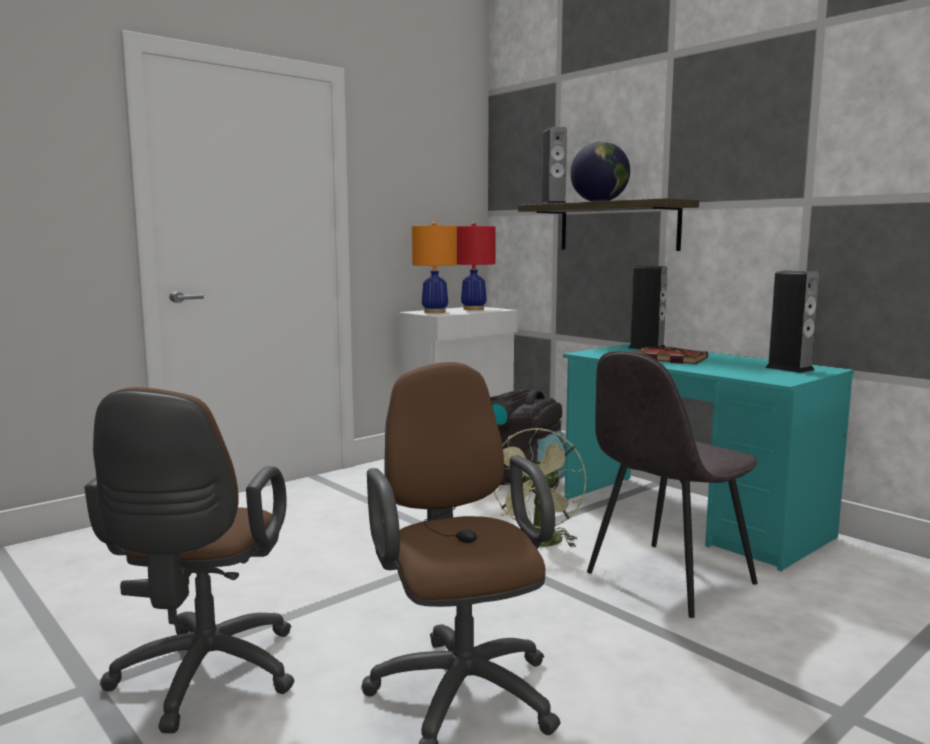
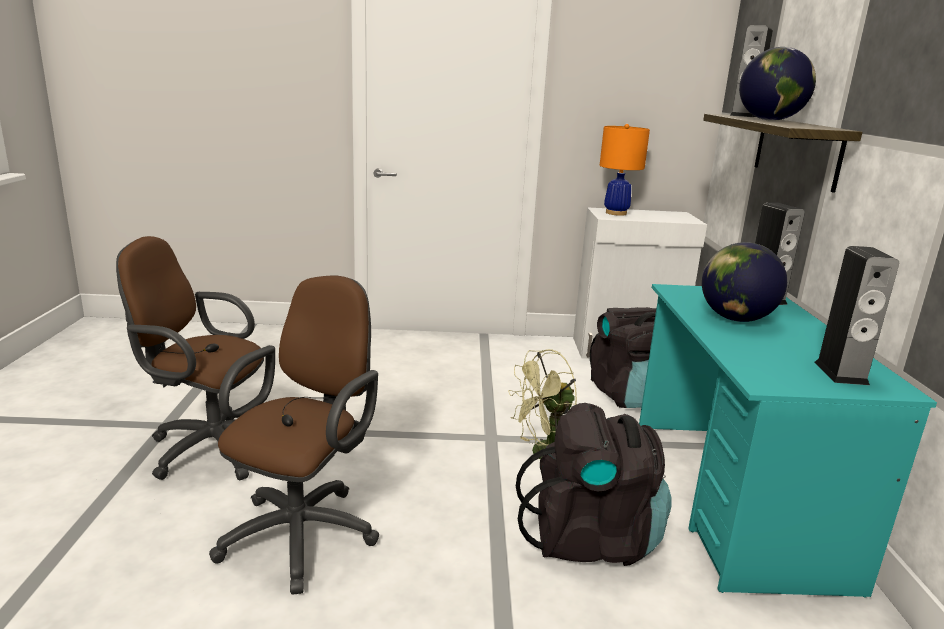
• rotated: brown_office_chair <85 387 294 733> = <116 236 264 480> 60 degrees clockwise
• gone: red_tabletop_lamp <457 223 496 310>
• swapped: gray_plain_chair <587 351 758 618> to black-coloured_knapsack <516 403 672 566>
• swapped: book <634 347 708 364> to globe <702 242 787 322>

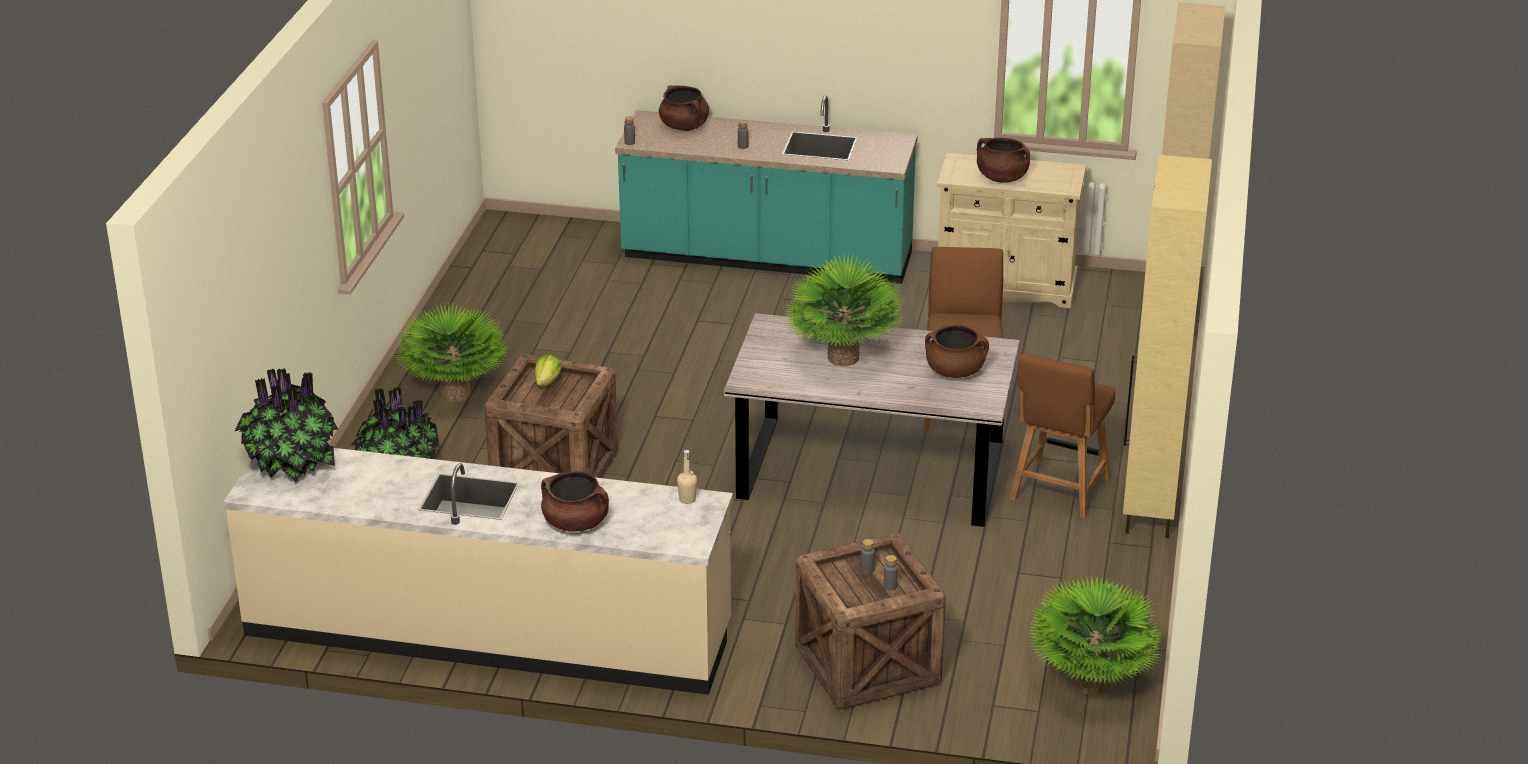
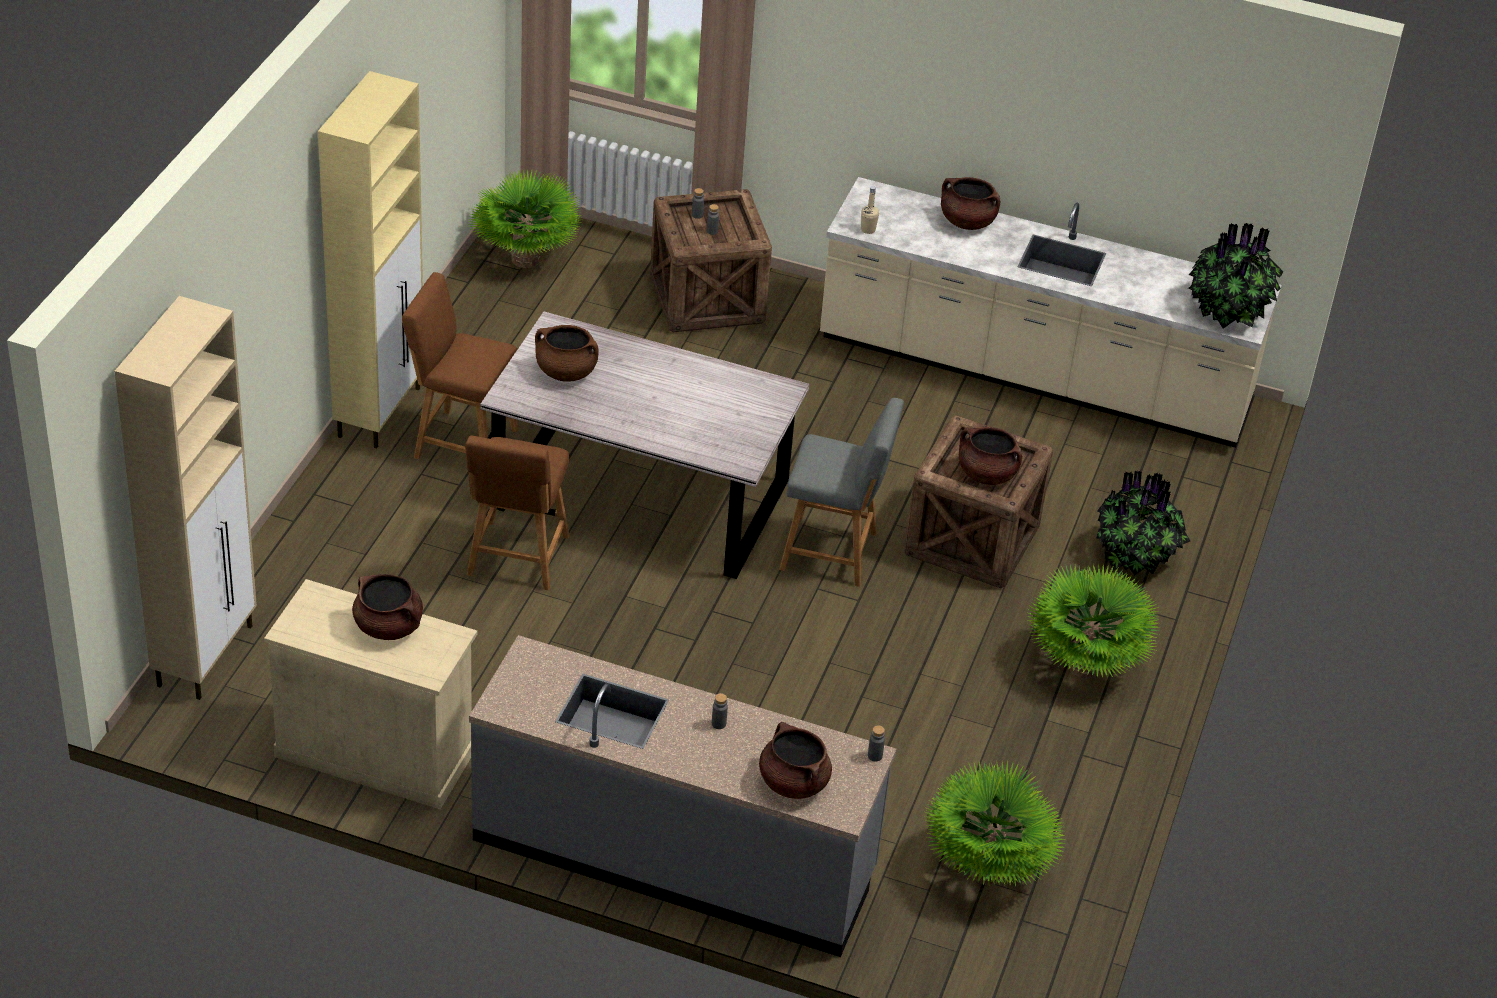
• swapped: head_of_lettuce <535 354 562 386> to brown_saucepot <959 427 1022 485>
• repainted: turquoise_kitchen_base_unit <615 95 918 284> to gray_kitchen_base_unit <469 635 896 957>
• shifted: plant_in_a_pot <783 253 906 367> to <925 760 1067 886>
• rotated: brown_plain_chair <1010 353 1115 518> = <402 272 519 459> 105 degrees counterclockwise
• new: gray_plain_chair <779 398 904 587>

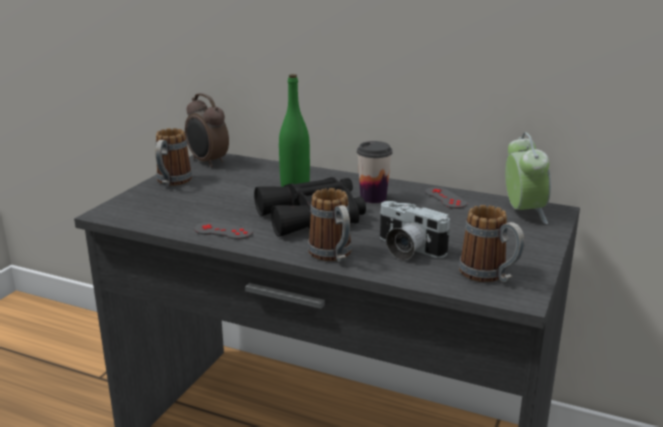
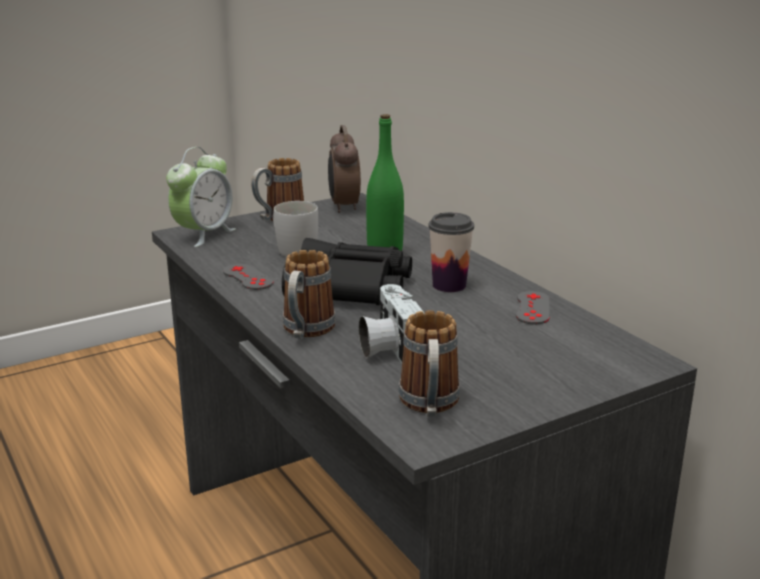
• shifted: bedside_clock <505 132 551 224> to <166 147 236 247>
• new: whitish_mug <273 201 318 257>

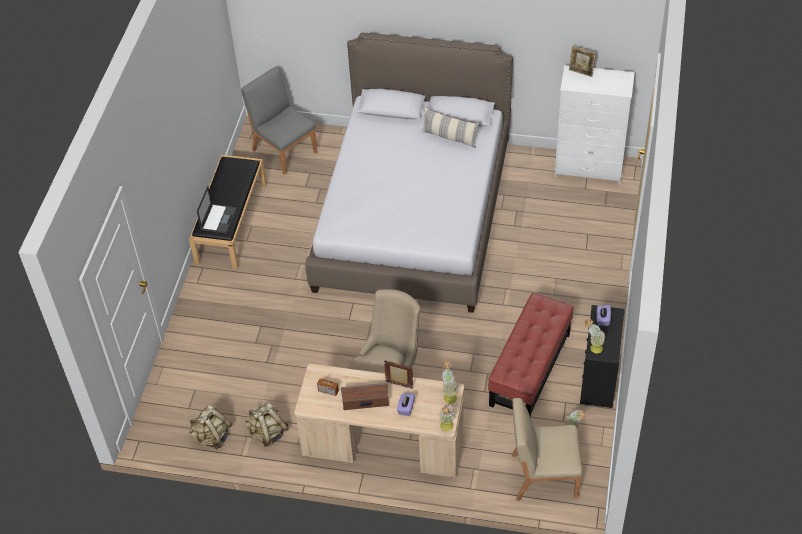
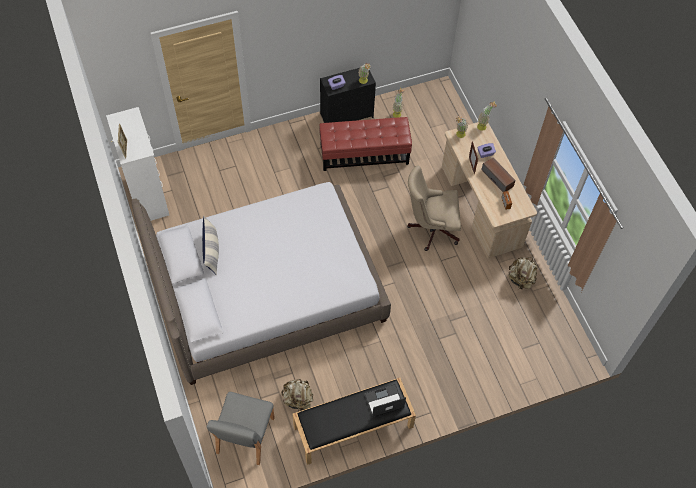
• shifted: sand-coloured_knapsack <189 405 232 450> to <281 379 313 412>
• gone: sand-coloured_plain_chair <512 398 583 501>

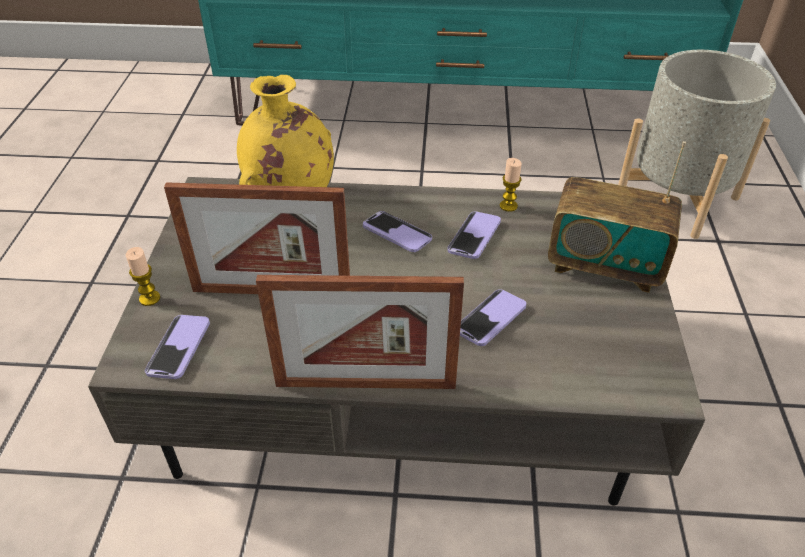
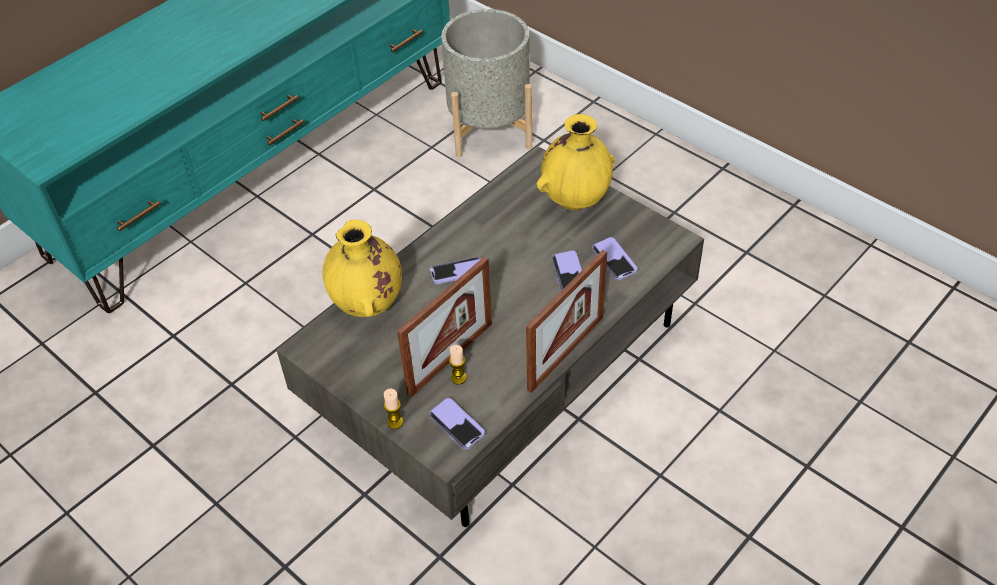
• shifted: telephone <448 211 501 259> to <592 237 638 281>
• shifted: wax_candle <500 158 522 212> to <449 345 467 385>
• swapped: radio_set <548 141 686 293> to yellowish_vase <537 114 615 210>

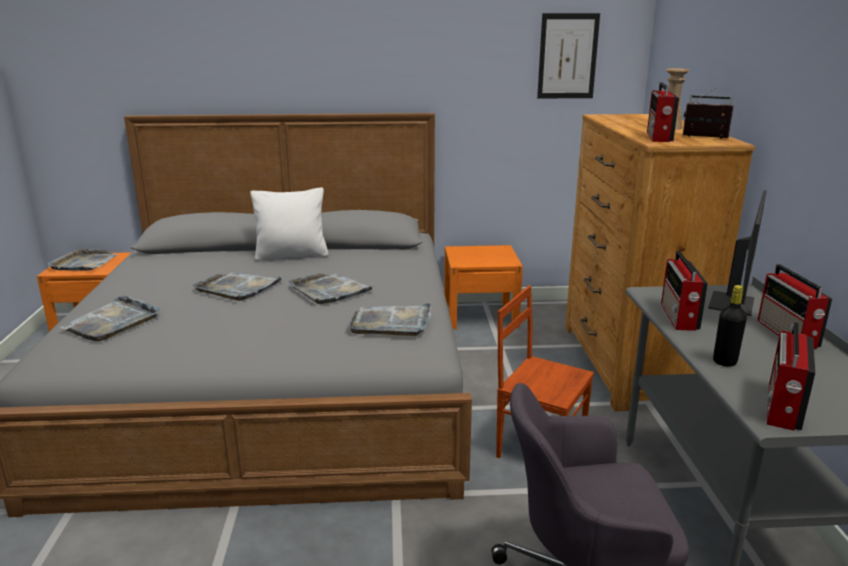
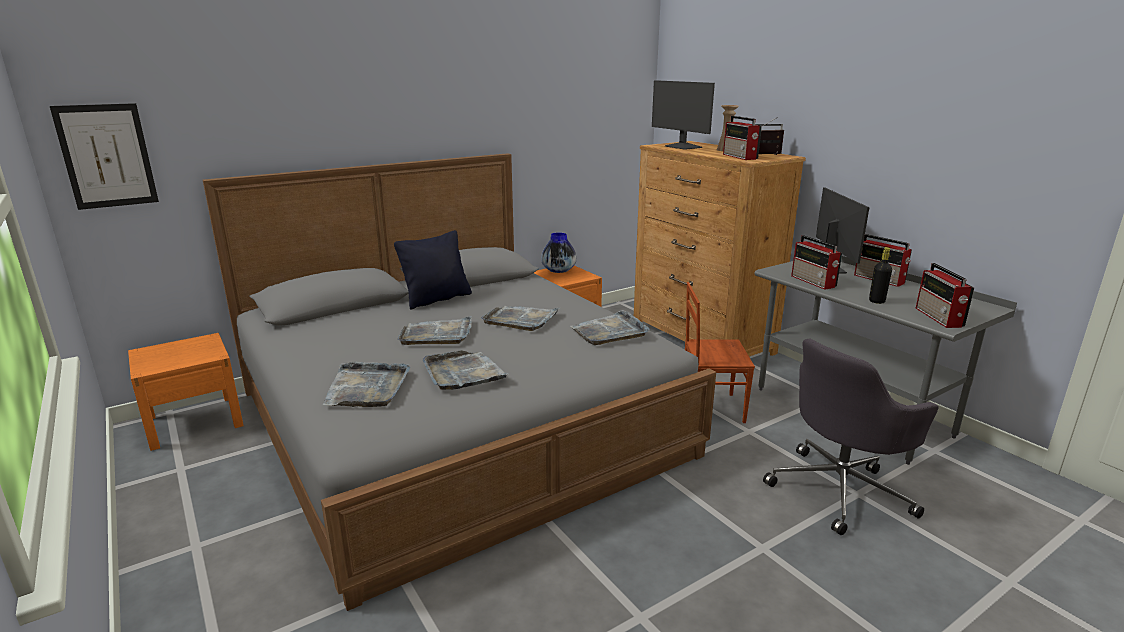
• shifted: gray_tray <47 249 118 271> to <422 351 509 390>
• repainted: whitish_cushion <250 188 328 260> to black-coloured_cushion <394 230 472 310>
• shifted: wall_art <537 13 600 99> to <50 103 159 210>
• new: vase <541 233 577 273>
• new: computer_screen <652 80 715 150>

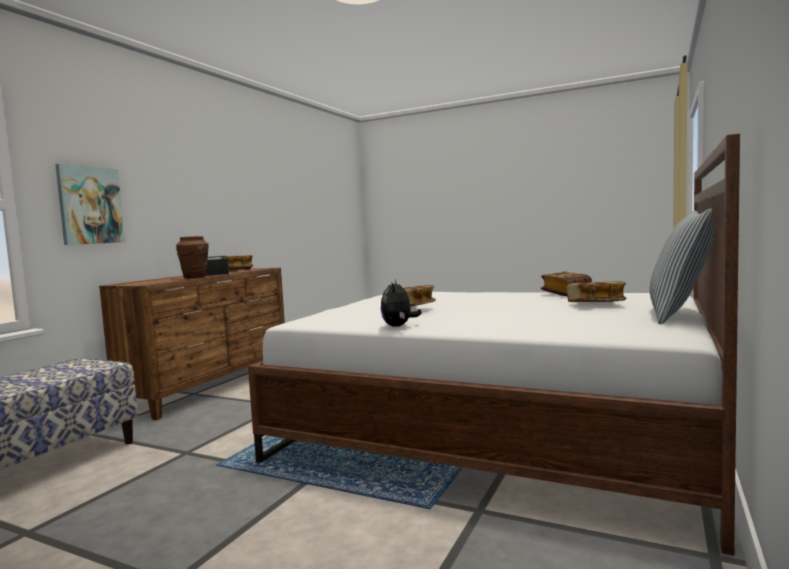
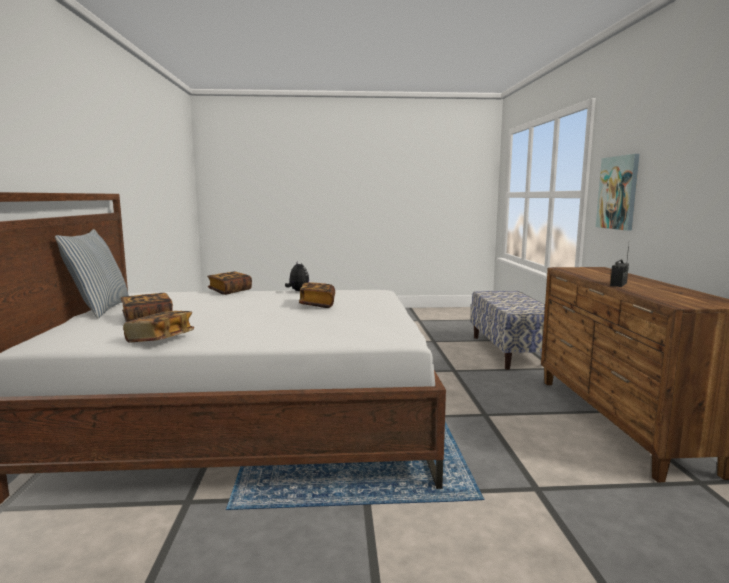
• gone: brown_vase <176 236 209 279>
• shifted: book <220 255 253 270> to <207 271 252 295>

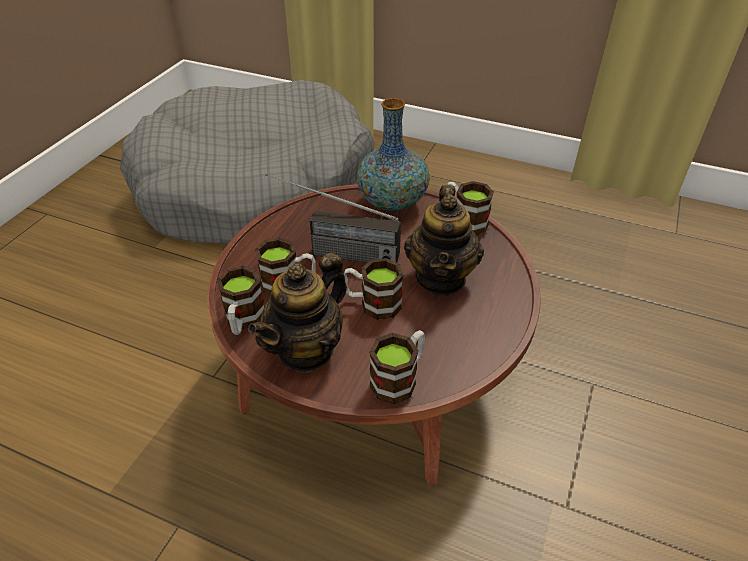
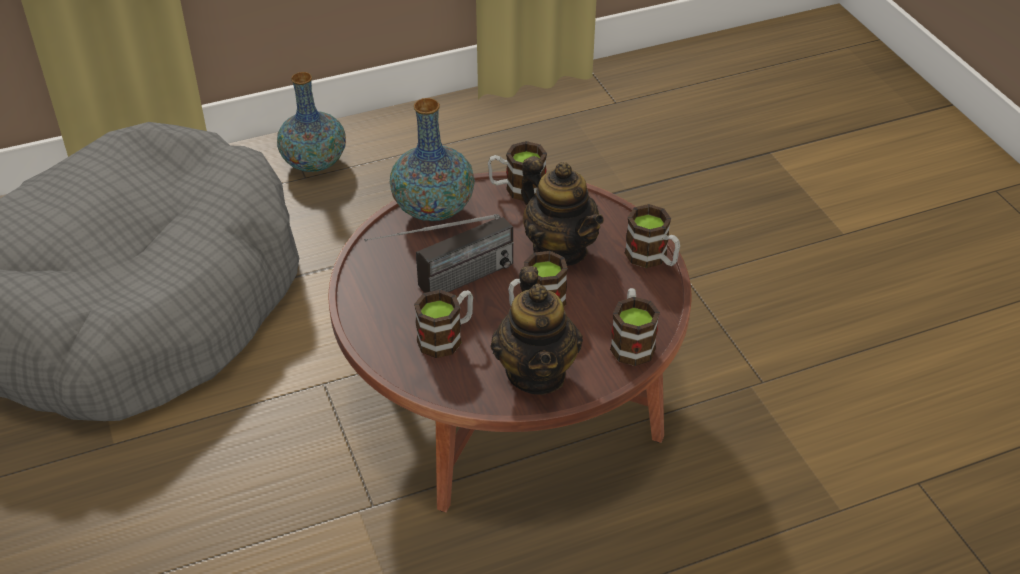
• shifted: mug <217 266 264 335> to <625 204 680 268>
• new: vase <277 72 346 172>

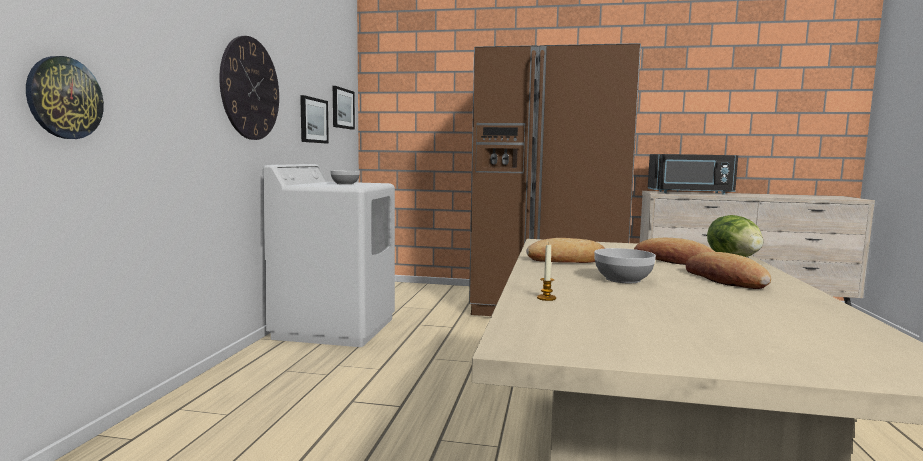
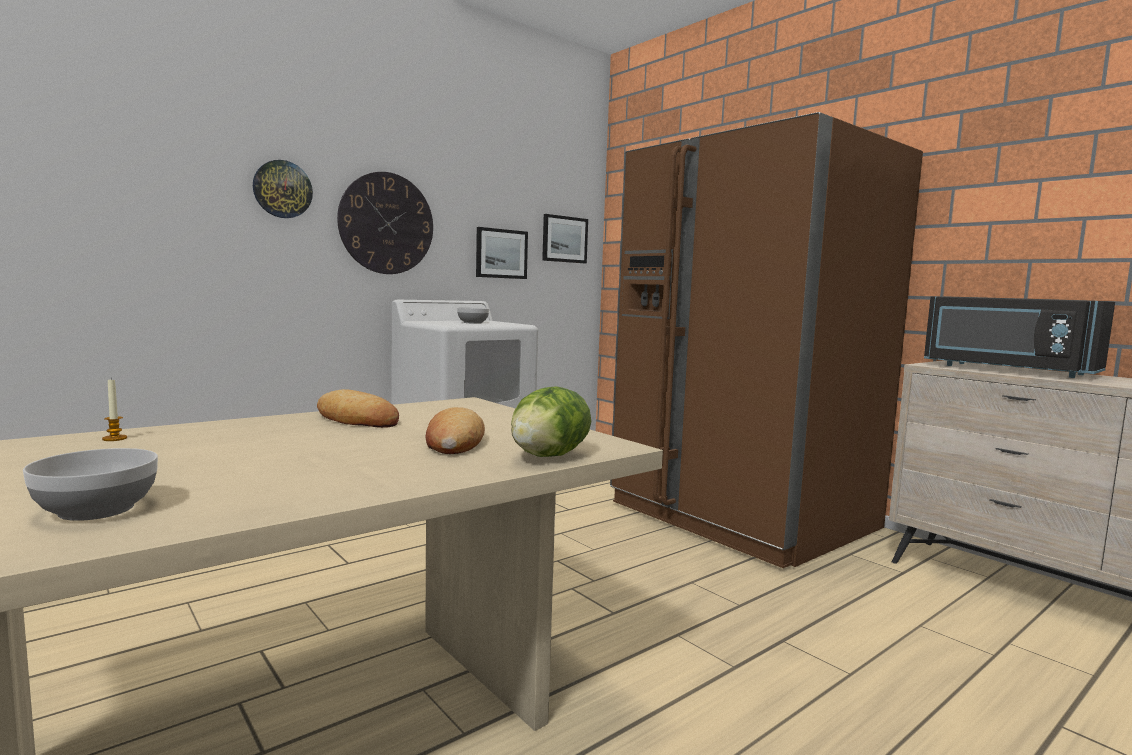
• shifted: wall_clock <26 56 104 139> to <253 160 313 218>
• shifted: serving_bowl <594 248 656 283> to <23 448 158 521>
• gone: bread <686 252 771 289>

